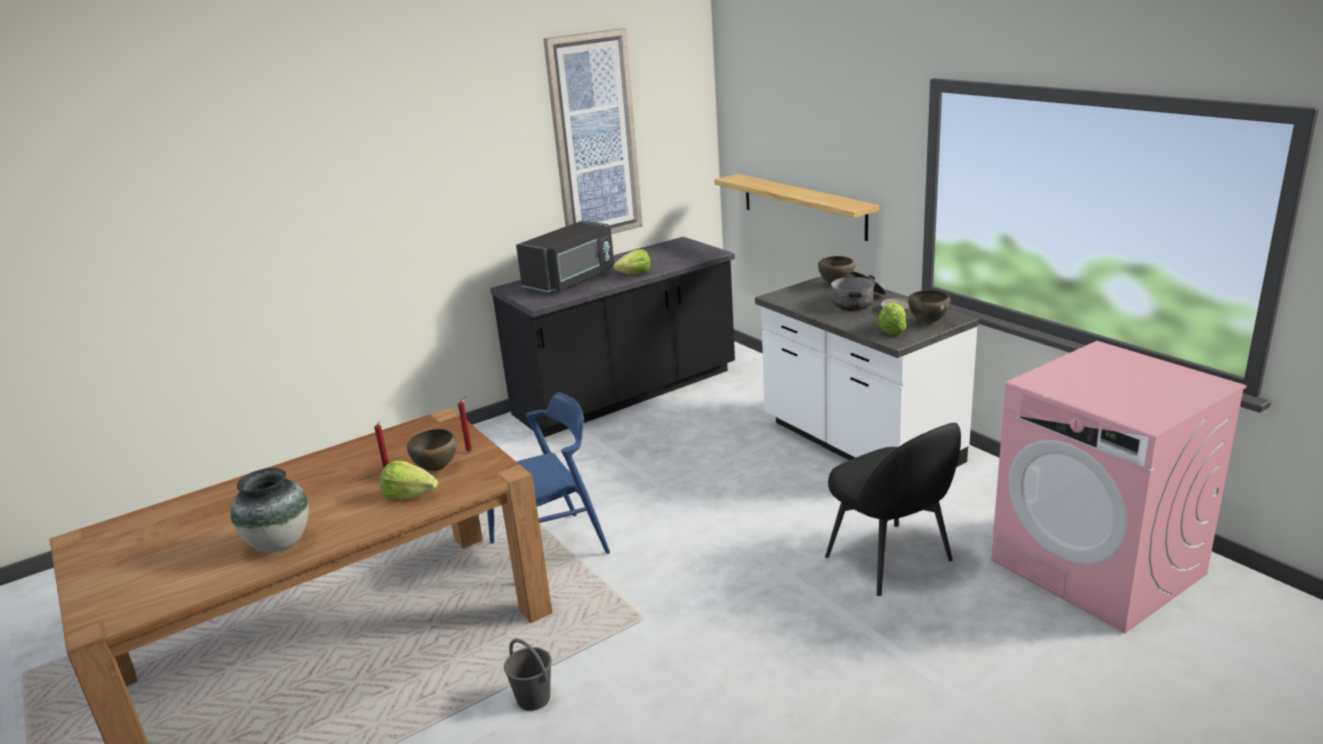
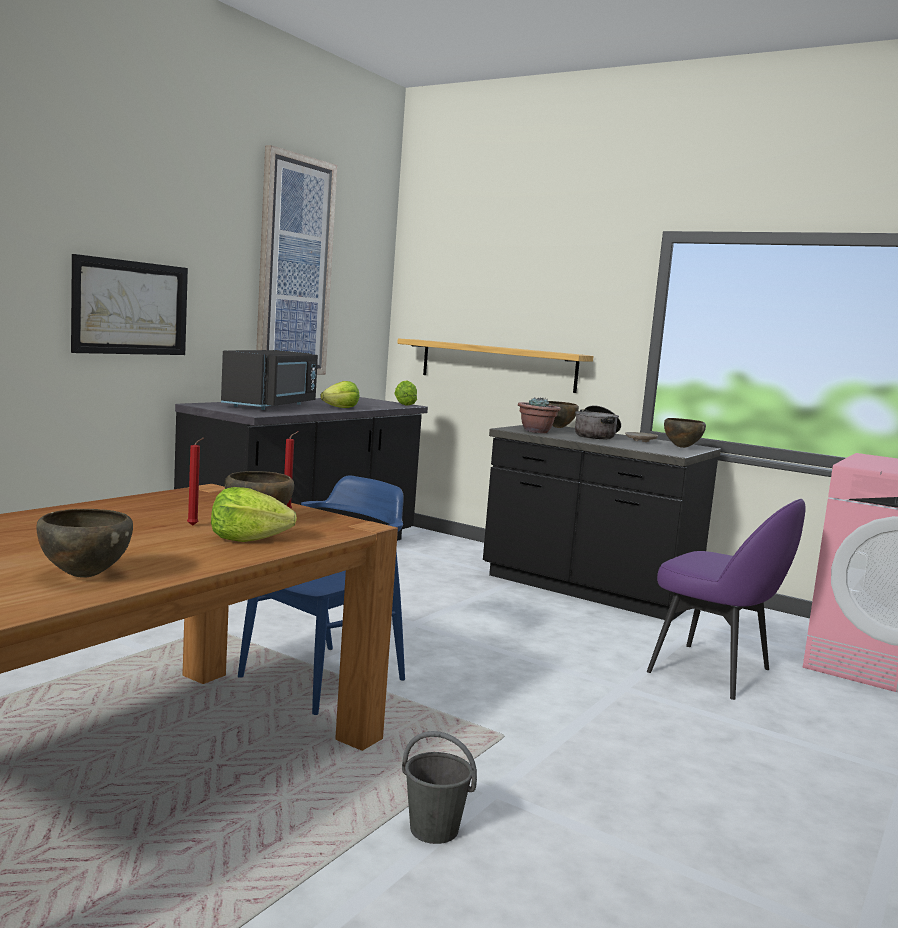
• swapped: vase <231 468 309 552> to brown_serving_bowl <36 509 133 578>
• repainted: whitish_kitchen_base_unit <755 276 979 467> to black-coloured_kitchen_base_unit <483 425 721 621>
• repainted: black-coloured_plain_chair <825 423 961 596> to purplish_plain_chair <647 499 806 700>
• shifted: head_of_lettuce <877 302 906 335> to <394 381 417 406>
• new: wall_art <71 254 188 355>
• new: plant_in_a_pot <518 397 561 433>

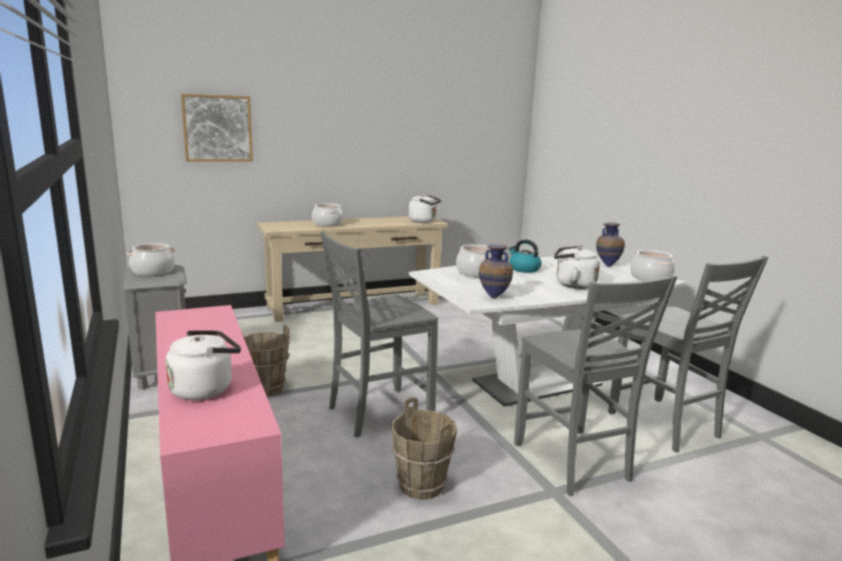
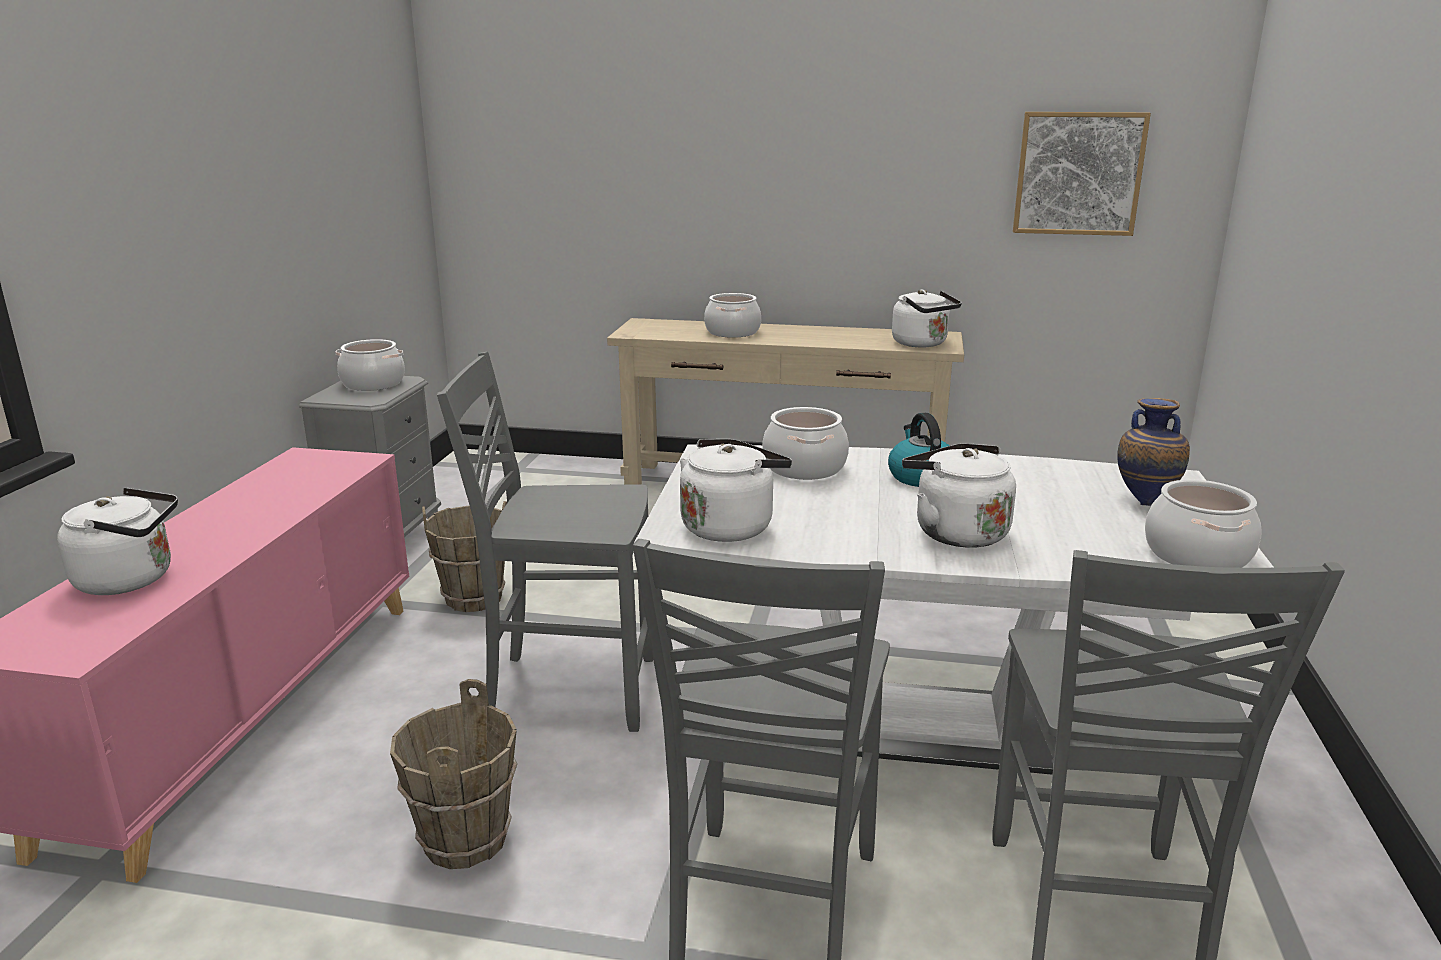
• shifted: wall_art <181 94 253 162> to <1013 112 1151 236>
• swapped: vase <479 245 513 299> to whitish_tea_kettle <680 439 792 542>

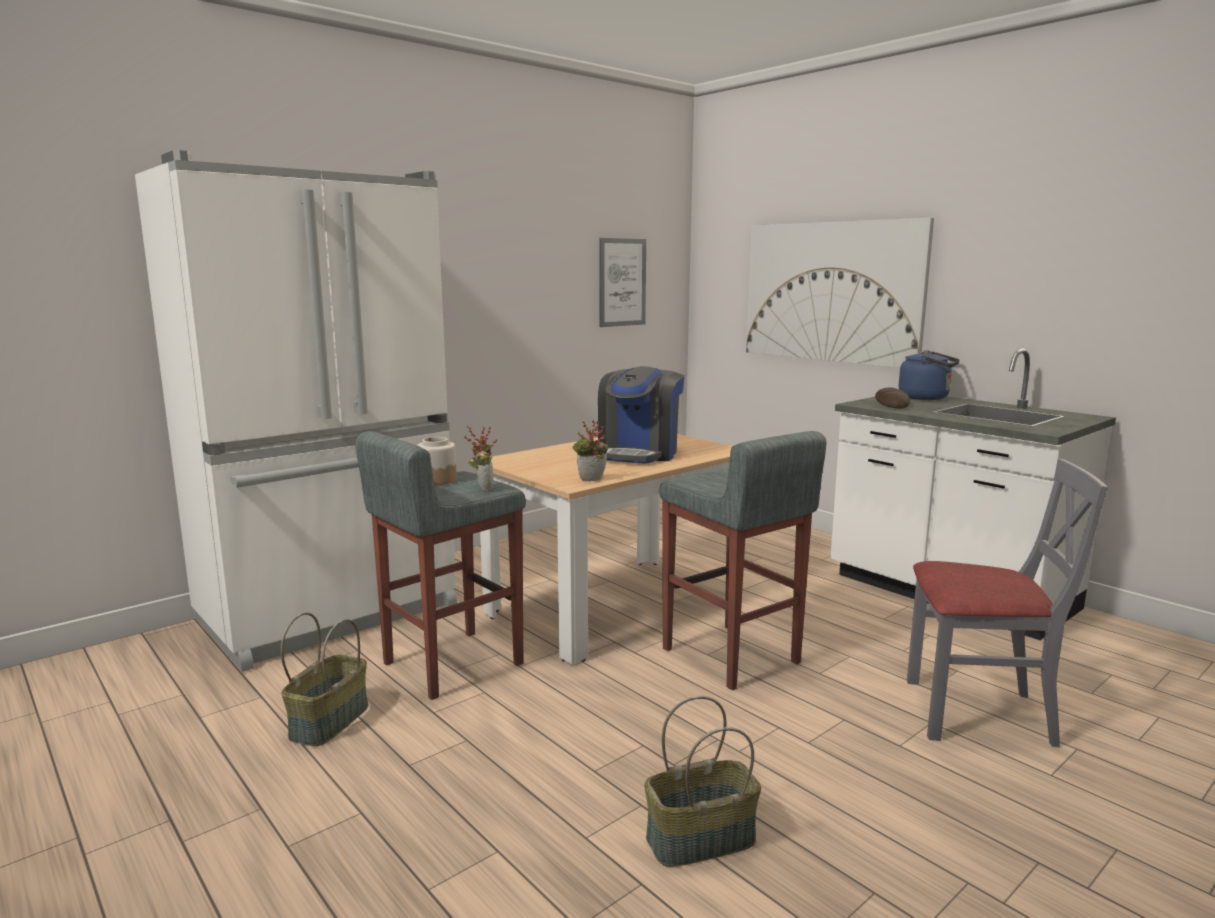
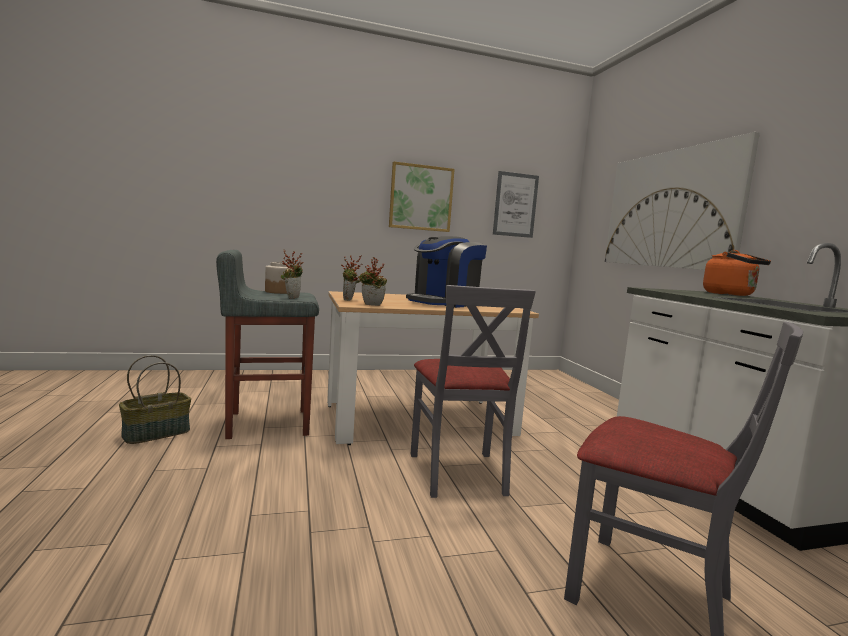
• gone: whitish_kitchen_fridge <135 150 457 672>
• gone: storage_basket <644 696 761 867>
• swapped: gray_stool_seat <659 431 826 690> to gray_plain_chair <411 285 536 498>
• gone: bread <875 388 910 408>
• repainted: blue_tea_kettle <898 350 959 400> to orange-coloured_tea_kettle <703 250 771 296>
• new: plant_in_a_pot <341 255 362 301>
• new: wall_art <389 161 455 232>

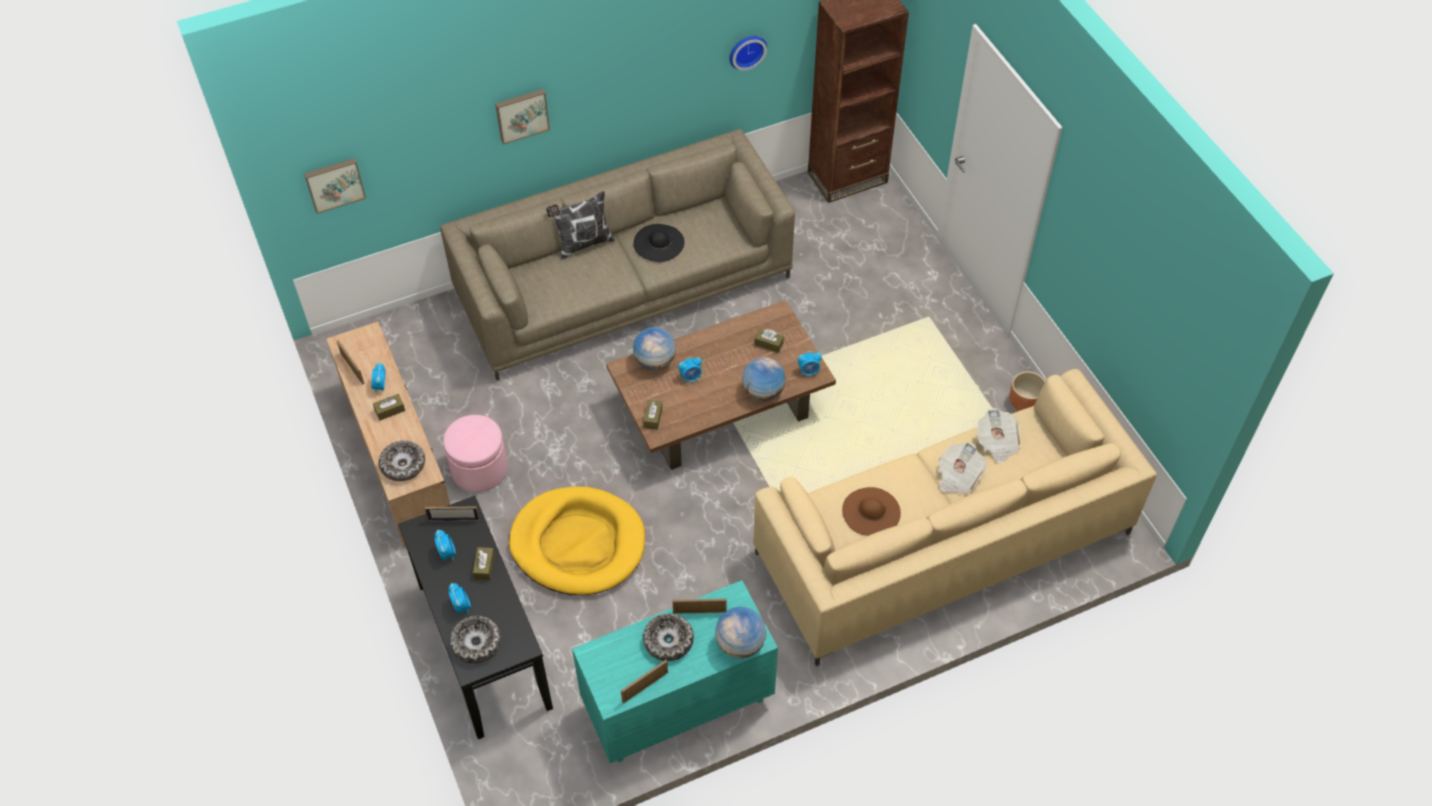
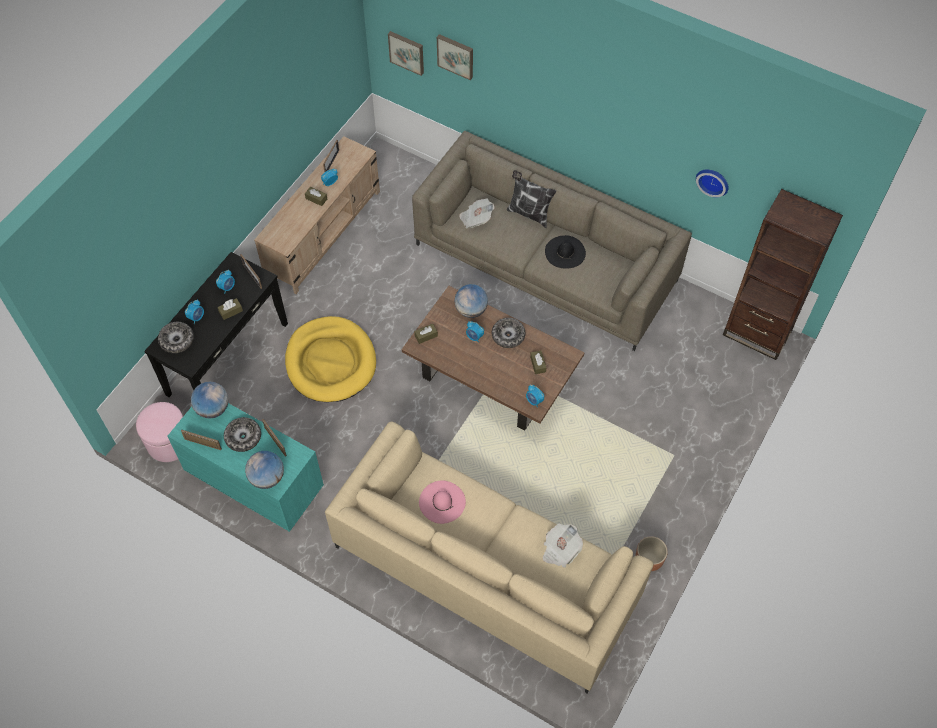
• shifted: serving_bowl <379 440 425 481> to <492 318 526 348>
• shifted: pink_ottoman <443 415 508 492> to <136 402 183 462>
• shifted: wall_art <495 89 550 145> to <437 34 473 80>
• shifted: globe <742 357 786 401> to <191 382 229 419>
• repainted: brown_wearable_hat <842 487 901 536> to pink_wearable_hat <419 481 466 524>
• shifted: daily_paper <938 442 986 494> to <459 198 494 229>

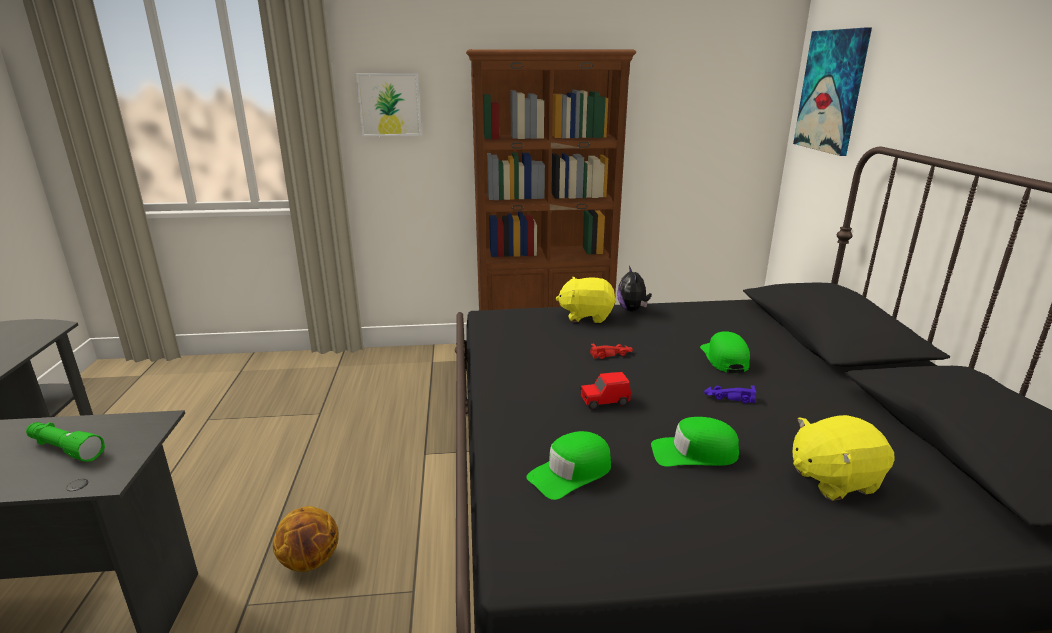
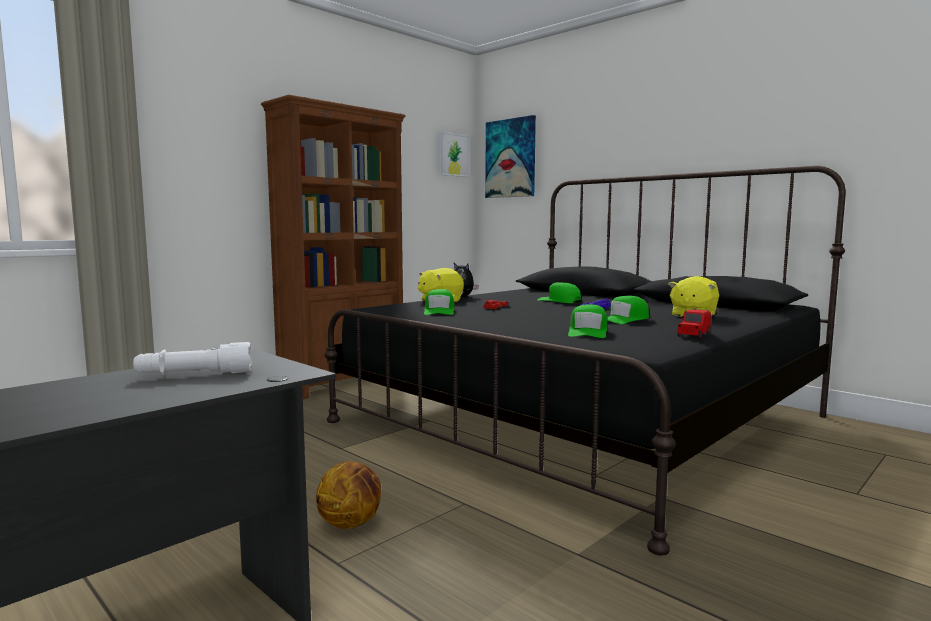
• repainted: greenish_flashlight <26 422 105 462> to whitish_flashlight <133 342 252 375>
• shifted: wall_art <356 73 422 136> to <438 131 470 177>
• shifted: red_miniature_car <580 372 631 409> to <677 309 711 339>
• new: greenish_peaked_cap <424 289 455 315>

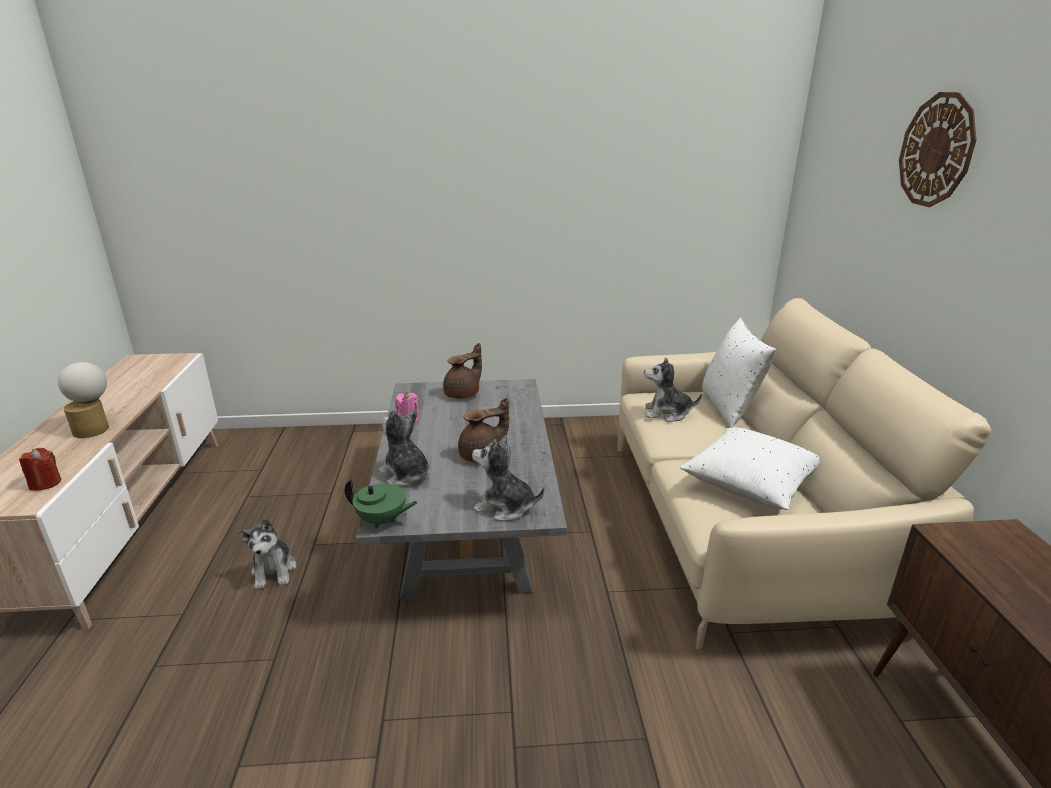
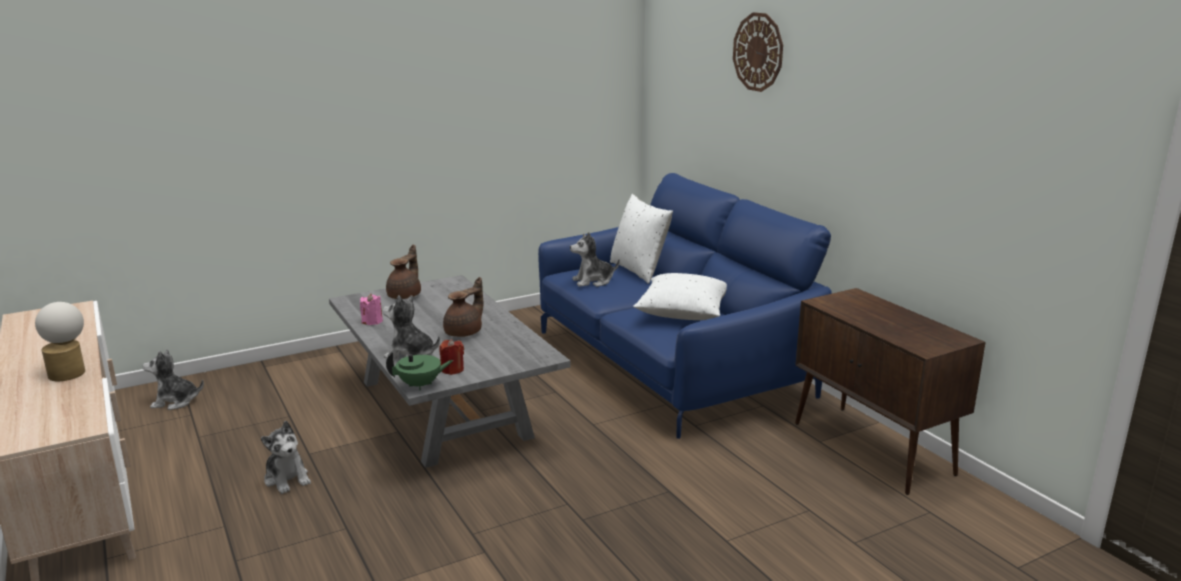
• shifted: red_wax_candle <19 448 61 491> to <439 339 464 375>
• shifted: plush_toy <472 435 544 521> to <143 349 204 410>
• repainted: sand-coloured_sofa <618 298 991 650> to blue_sofa <538 173 832 439>

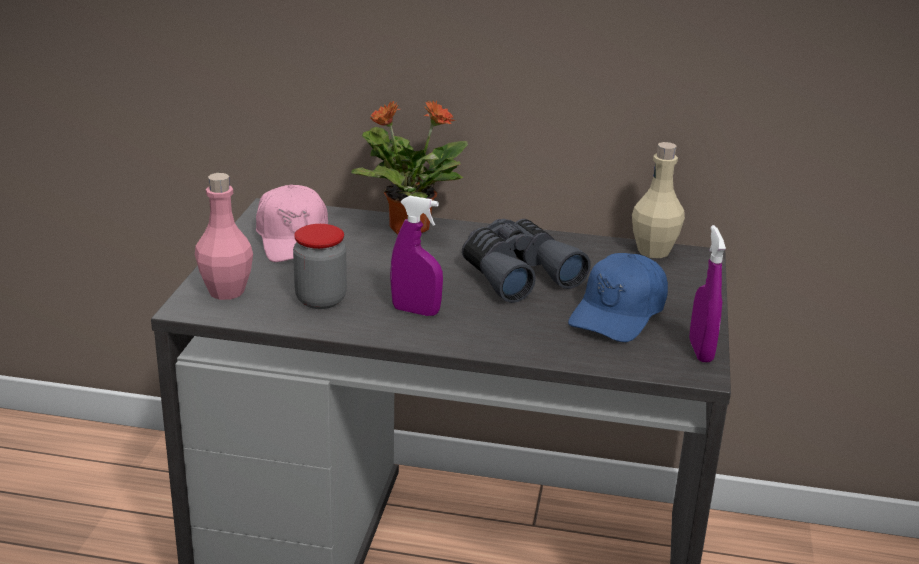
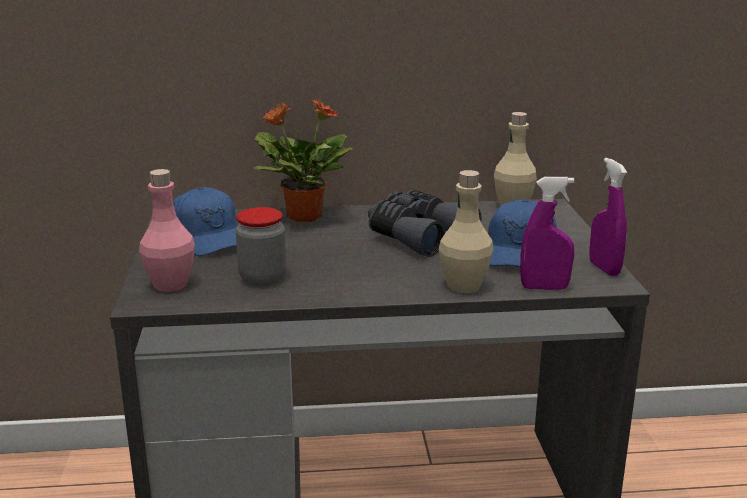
• repainted: pink_peaked_cap <256 184 328 262> to blue_peaked_cap <173 187 238 256>
• shifted: purplish_spray_bottle <390 196 443 316> to <520 177 574 290>
• new: sand-coloured_drink_bottle <438 170 493 293>

